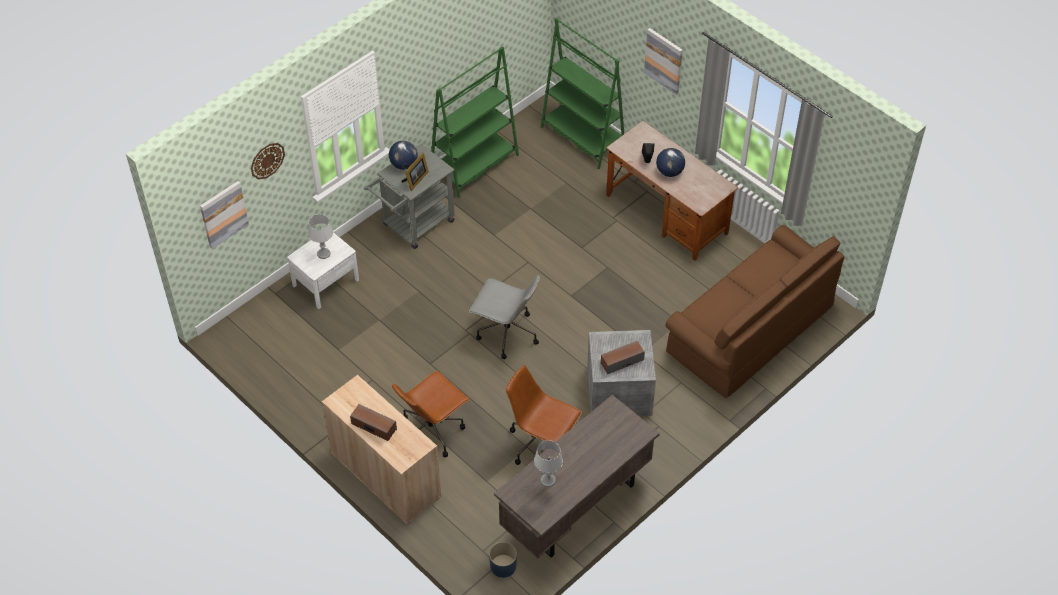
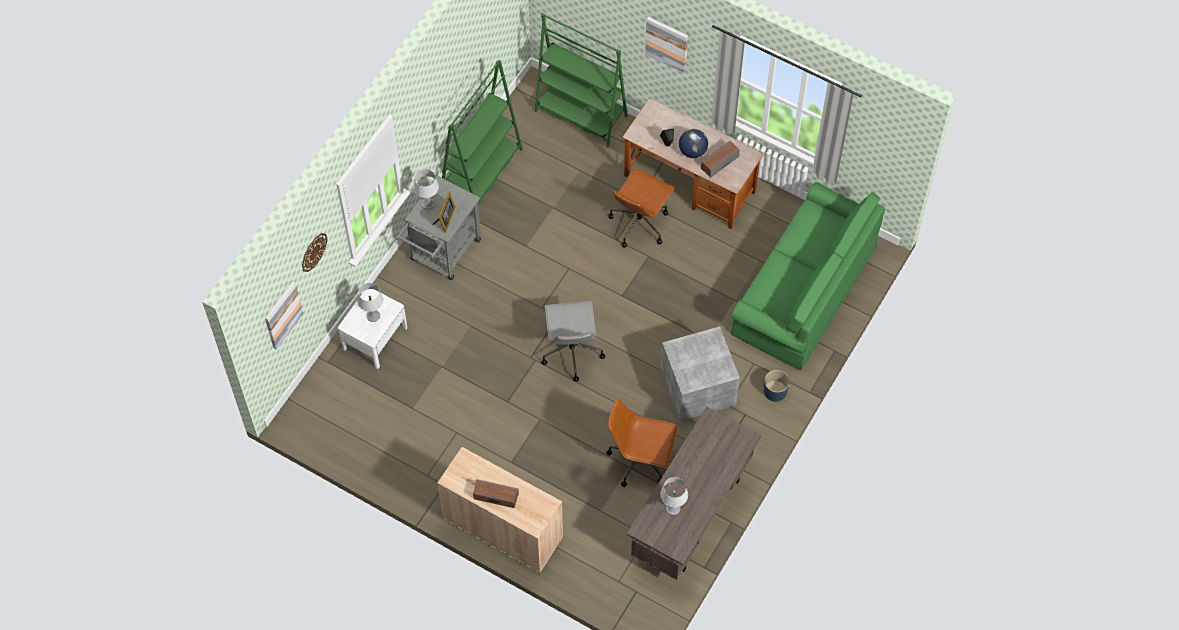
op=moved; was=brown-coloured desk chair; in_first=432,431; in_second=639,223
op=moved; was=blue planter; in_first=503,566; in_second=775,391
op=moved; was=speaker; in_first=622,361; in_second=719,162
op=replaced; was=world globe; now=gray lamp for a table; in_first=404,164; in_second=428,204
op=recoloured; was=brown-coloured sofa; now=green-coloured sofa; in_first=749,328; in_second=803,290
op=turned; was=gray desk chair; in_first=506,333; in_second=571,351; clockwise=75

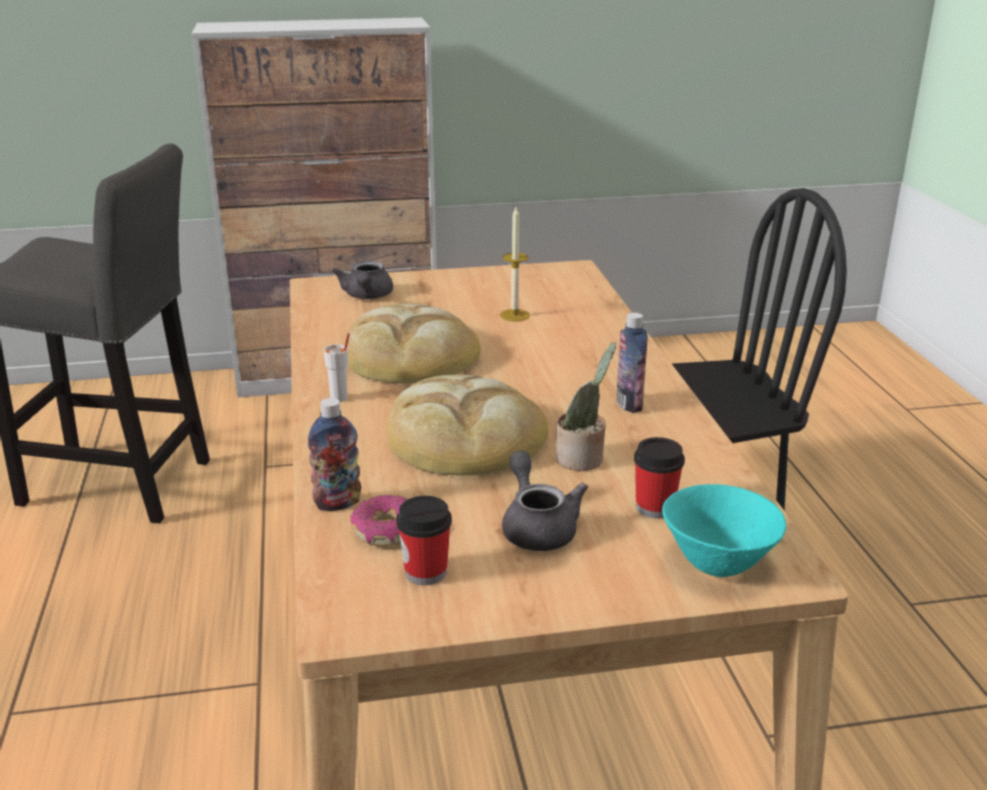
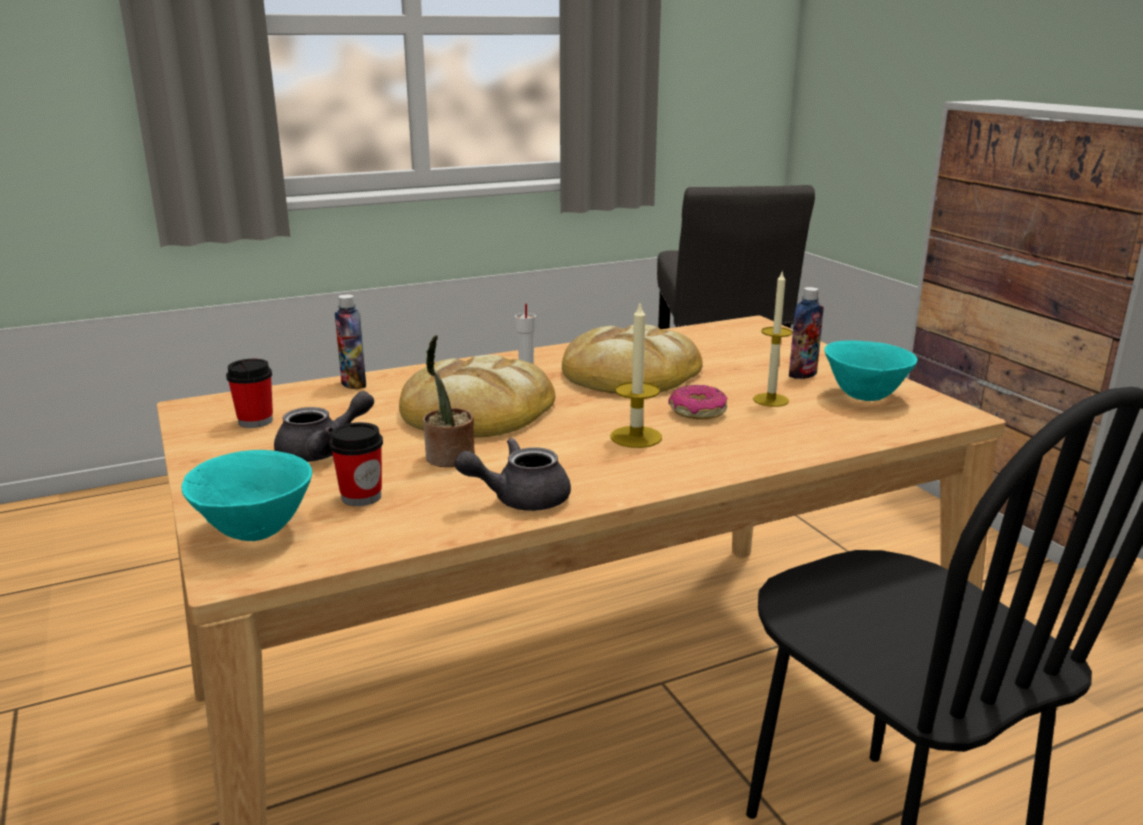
op=added; now=candle; in_second=636,437
op=added; now=turquoise-coloured serving bowl; in_second=865,396
op=moved; was=gray teapot; in_first=367,296; in_second=519,499
op=moved; was=ring doughnut; in_first=386,532; in_second=697,412
op=moved; was=bottle; in_first=629,404; in_second=802,374

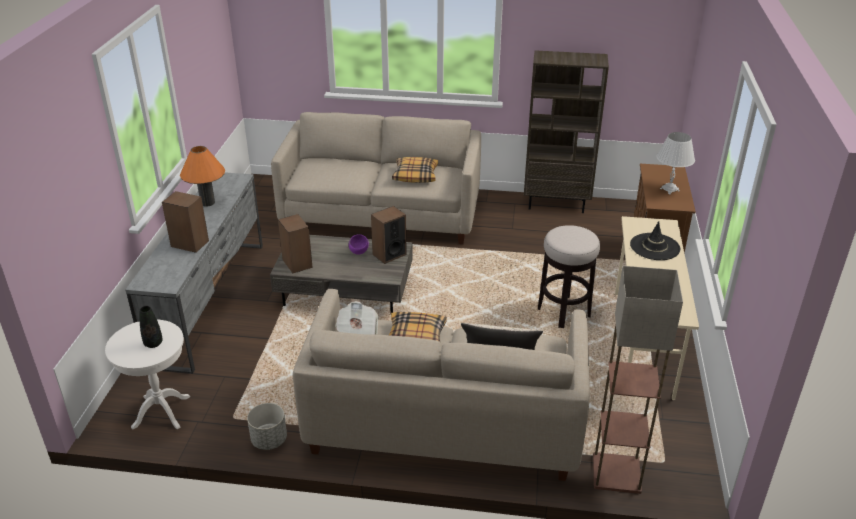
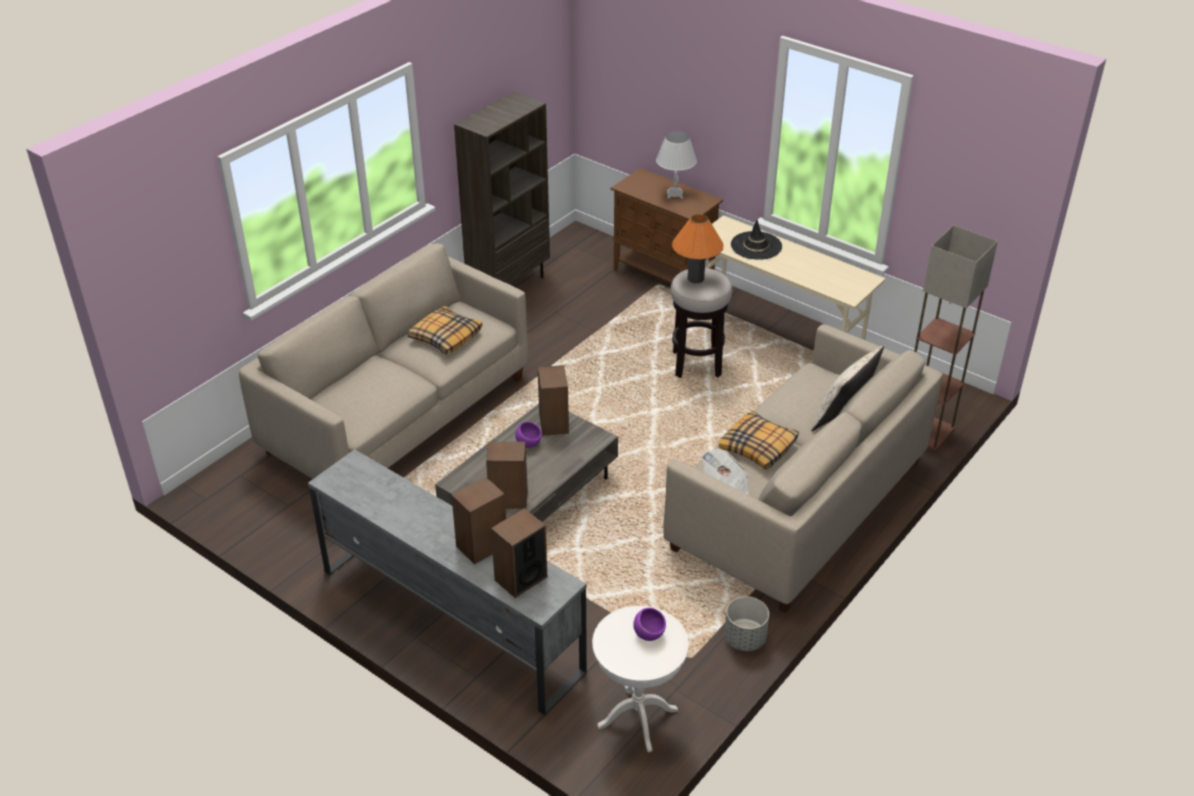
op=added; now=speaker; in_second=520,578
op=moved; was=orange-coloured lamp for a table; in_first=207,202; in_second=695,278
op=replaced; was=black flower vase; now=purple-coloured serving bowl; in_first=153,343; in_second=649,634

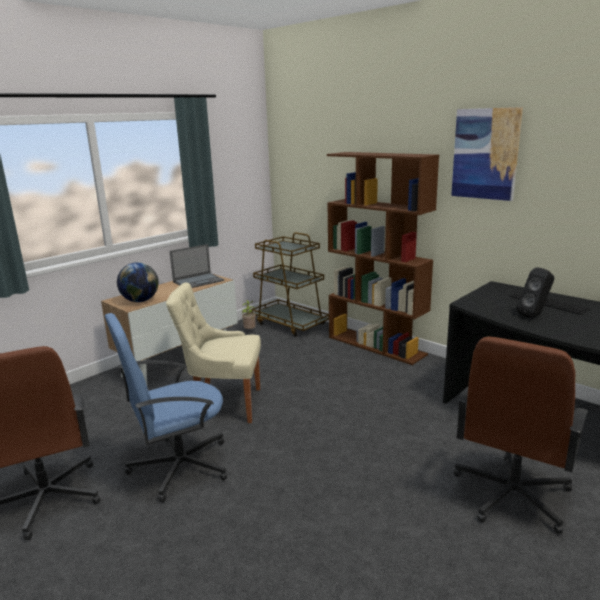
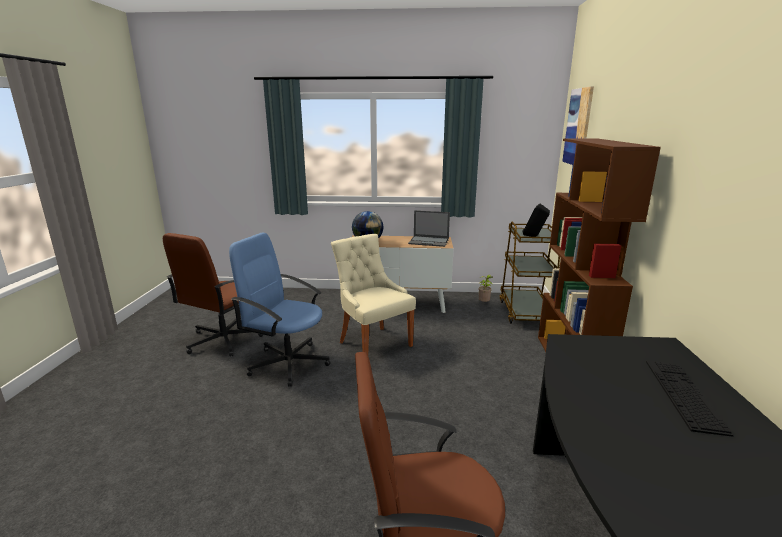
op=moved; was=picture; in_first=485,154; in_second=578,127
op=moved; was=black speaker; in_first=534,315; in_second=534,236

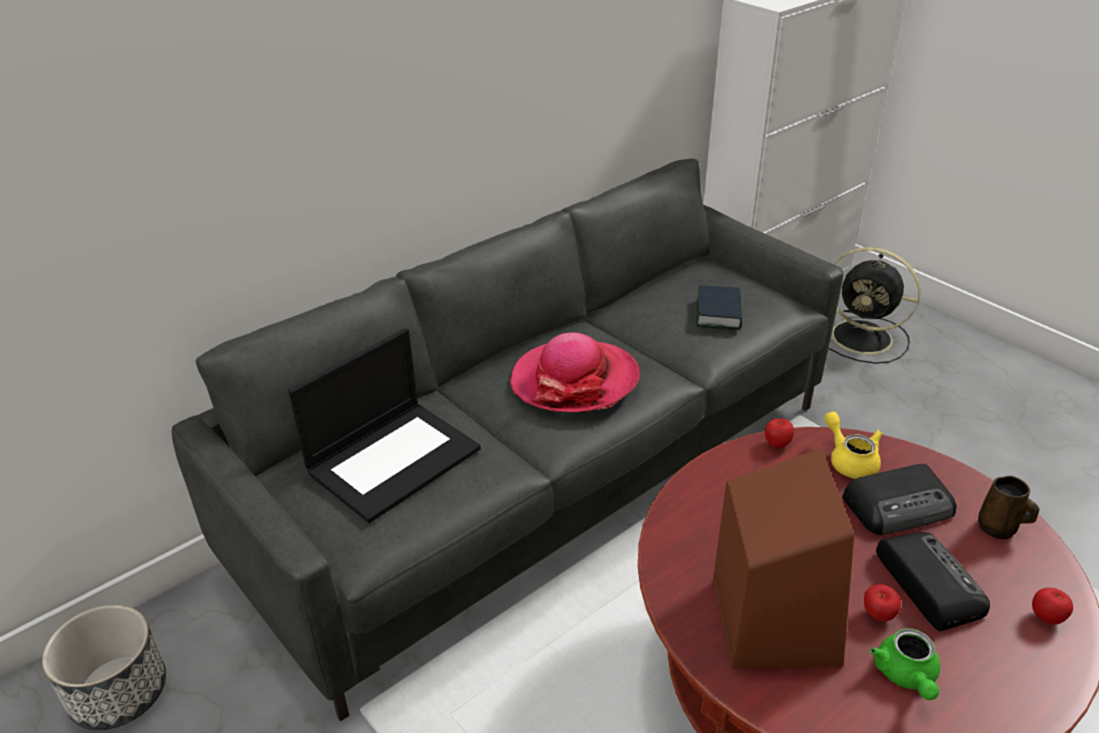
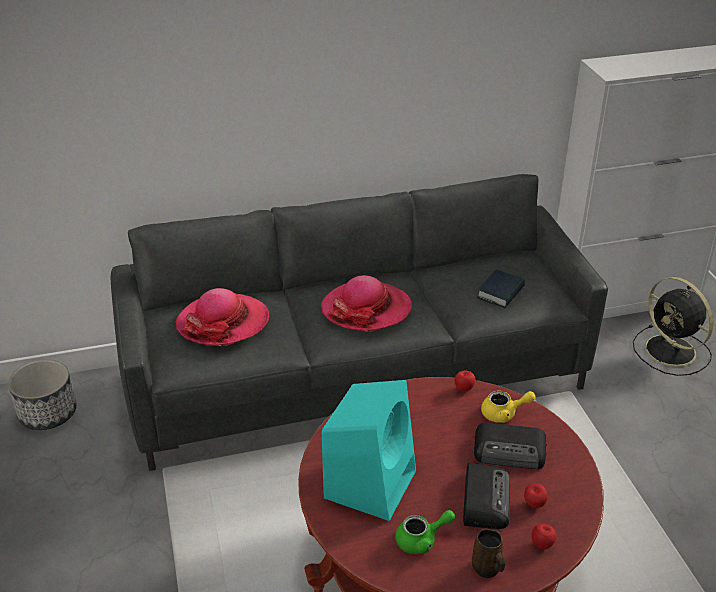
op=moved; was=whole apple; in_first=877,616; in_second=534,504
op=moved; was=brown-coloured mug; in_first=998,529; in_second=487,569
op=replaced; was=portable computer; now=wearable hat; in_first=394,458; in_second=223,323
op=recoloured; was=brown-coloured speaker; now=turquoise-coloured speaker; in_first=772,618; in_second=370,482
op=turned; was=yellow teapot; in_first=850,460; in_second=504,414; clockwise=90
op=turned; was=green-coloured teapot; in_first=906,676; in_second=421,540; clockwise=-135

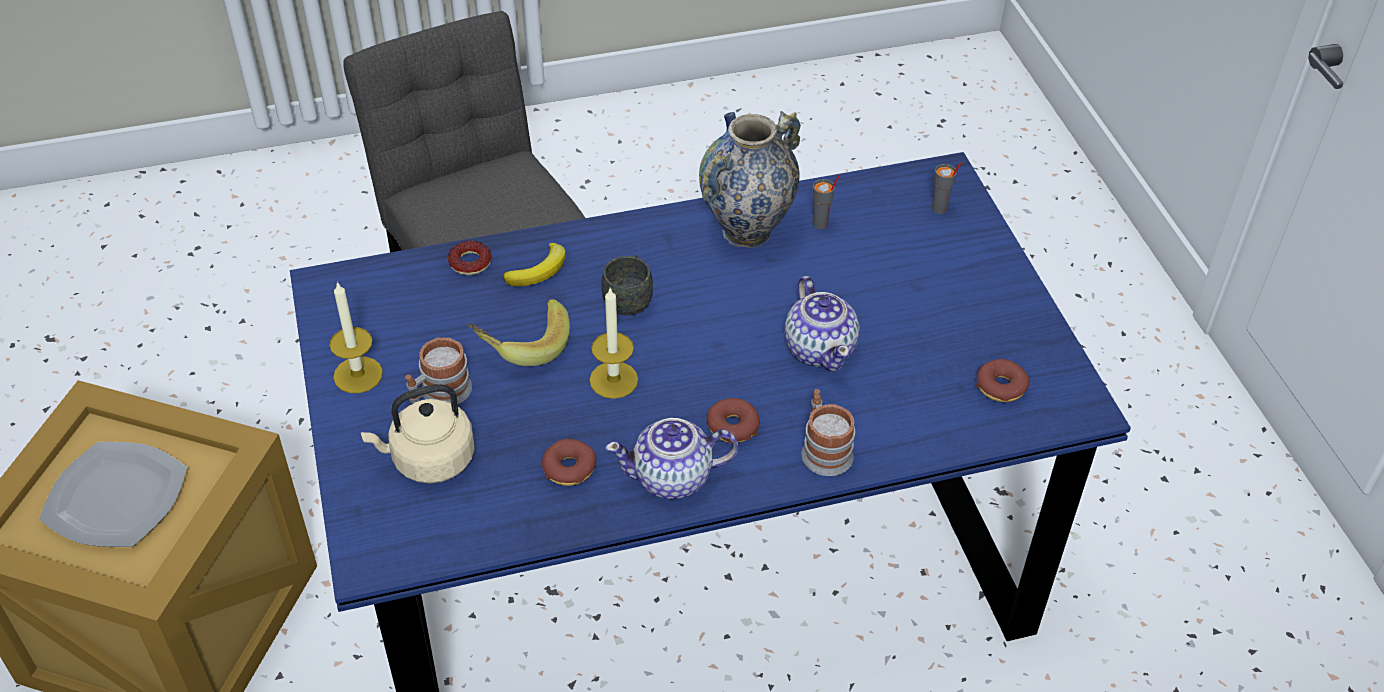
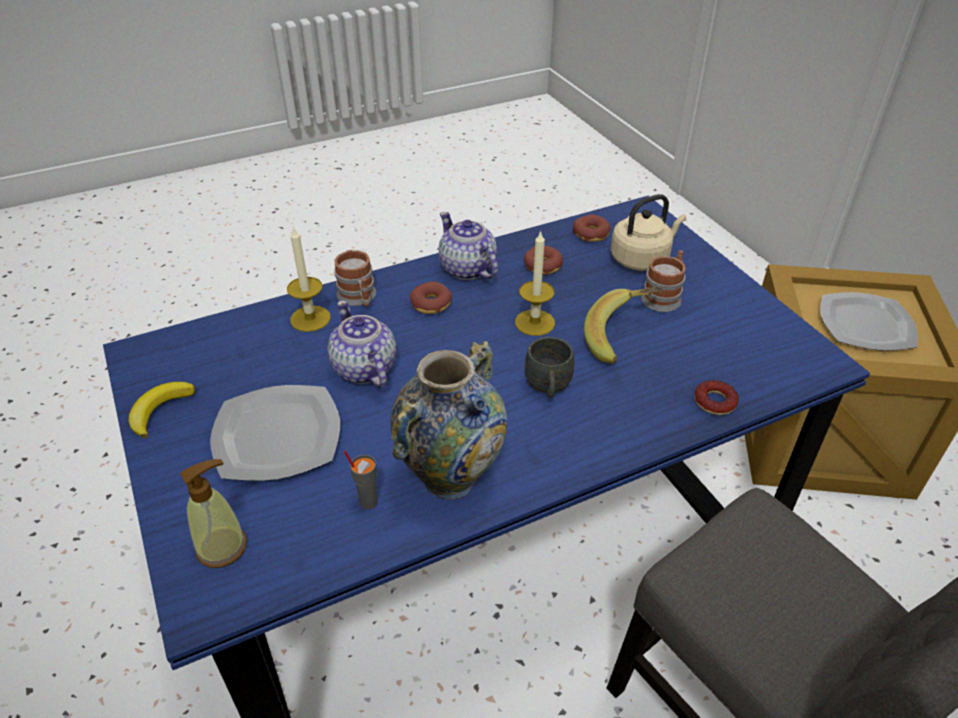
op=added; now=flat dish; in_second=278,434
op=moved; was=candle; in_first=358,375; in_second=310,318
op=moved; was=banana; in_first=539,270; in_second=160,410
op=moved; was=ring doughnut; in_first=1000,387; in_second=591,234
op=replaced; was=gray drinking cup; now=soap dispenser; in_first=939,209; in_second=222,547
op=turned; was=teapot; in_first=673,478; in_second=467,269; clockwise=-105

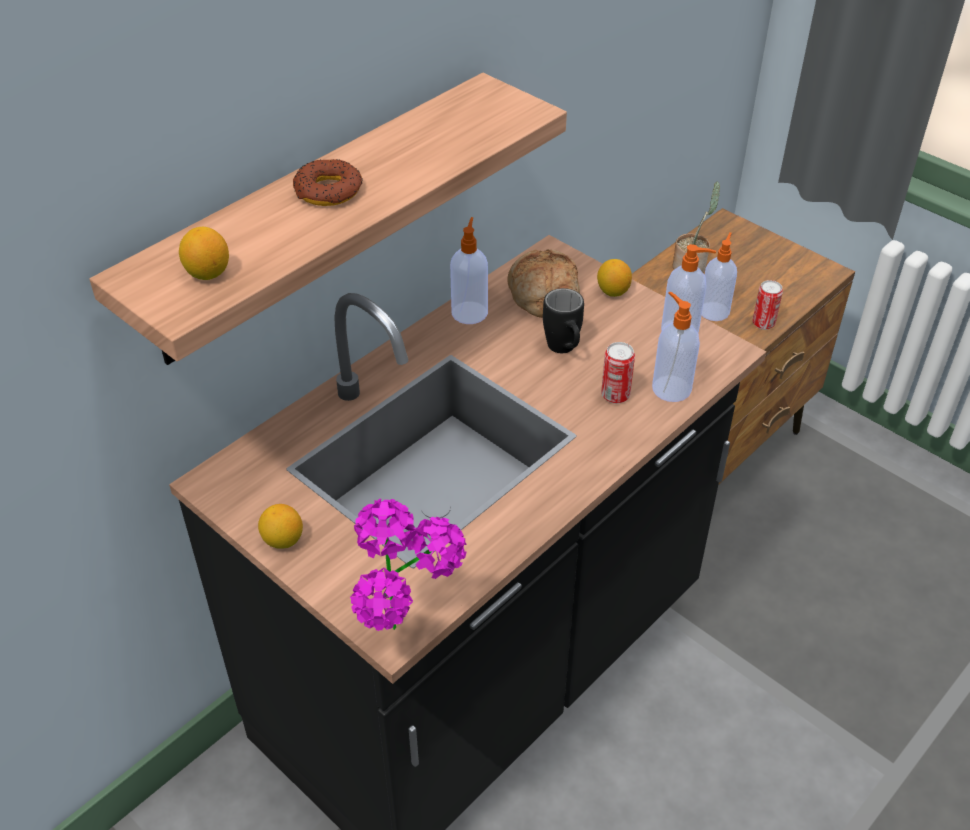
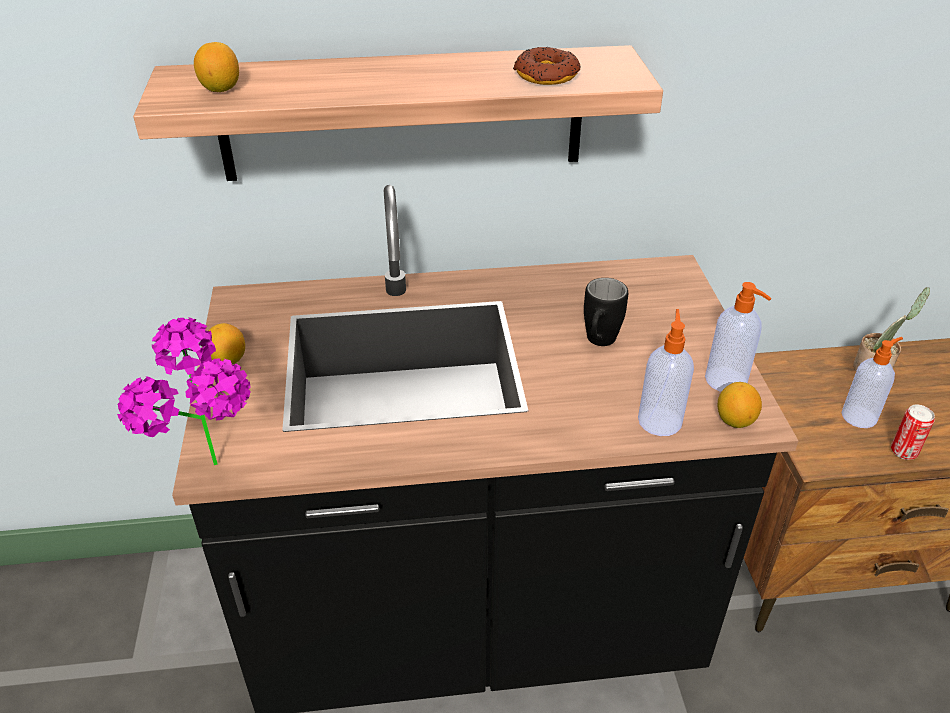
op=removed; was=soap dispenser; in_first=469,312
op=removed; was=bakery bread; in_first=542,295
op=removed; was=can; in_first=615,395
op=moved; was=ring doughnut; in_first=328,191; in_second=546,75
op=moved; was=lemon; in_first=612,292; in_second=734,420

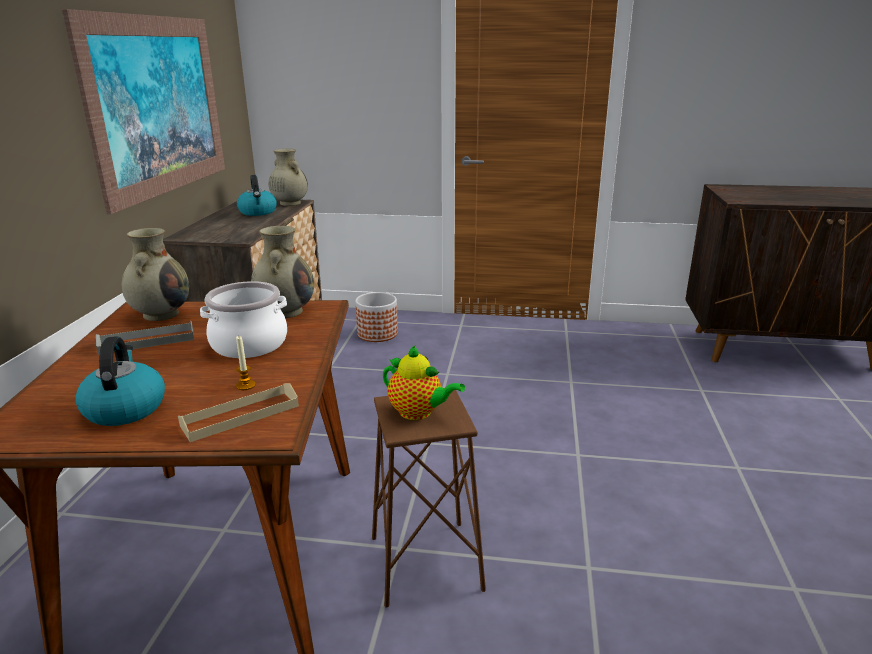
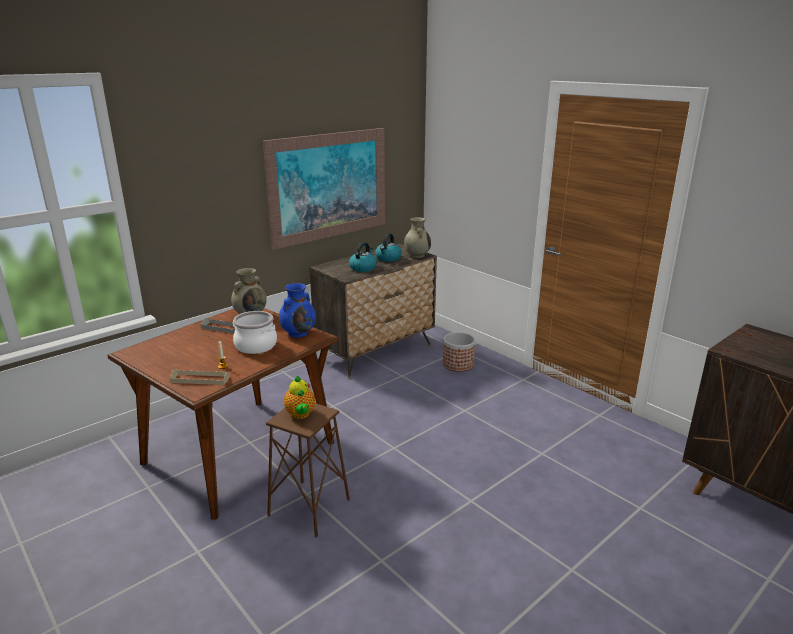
op=moved; was=kettle; in_first=125,408; in_second=363,268
op=recoloured; was=beige-coloured flower vase; now=blue flower vase; in_first=286,311; in_second=298,333

